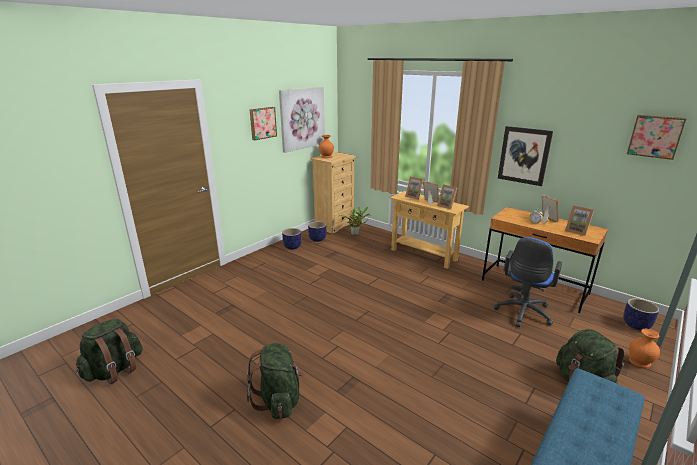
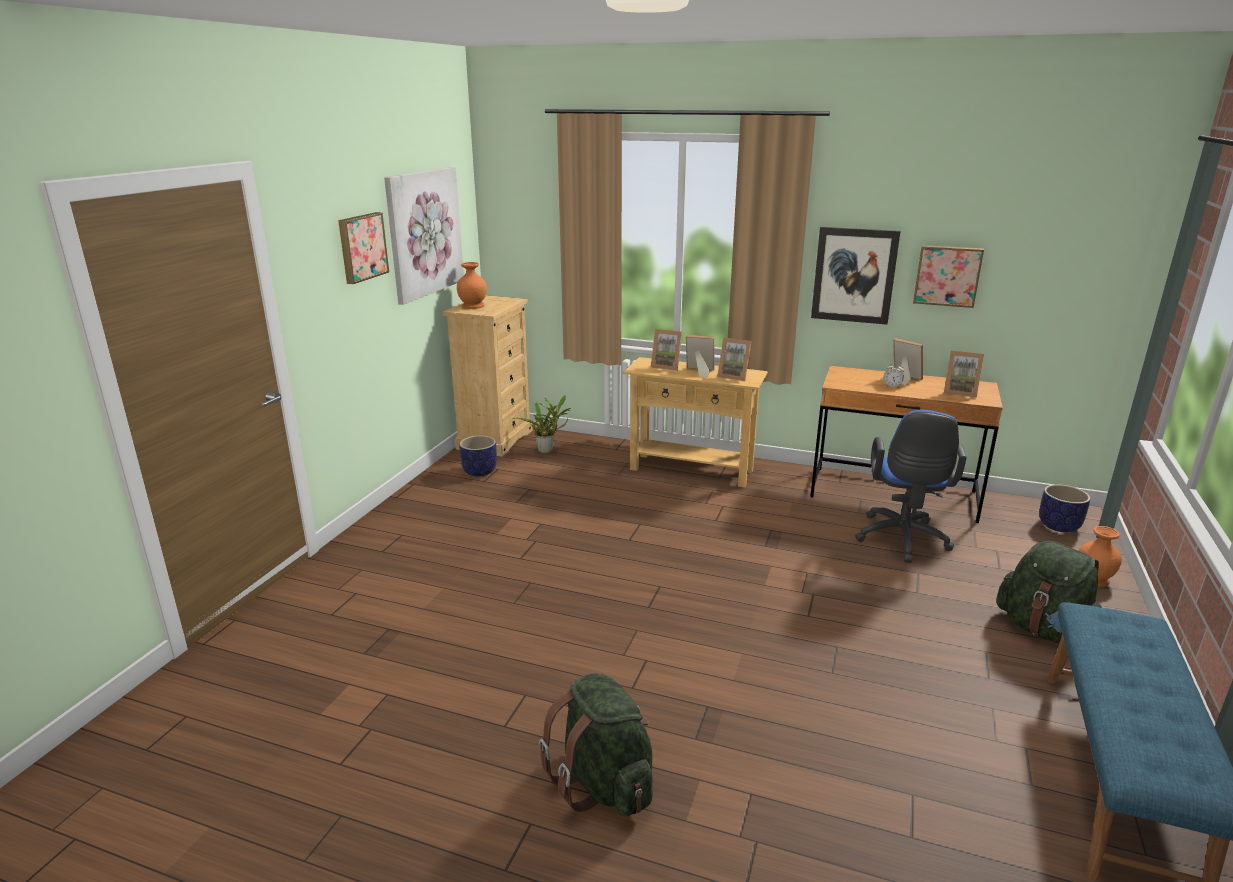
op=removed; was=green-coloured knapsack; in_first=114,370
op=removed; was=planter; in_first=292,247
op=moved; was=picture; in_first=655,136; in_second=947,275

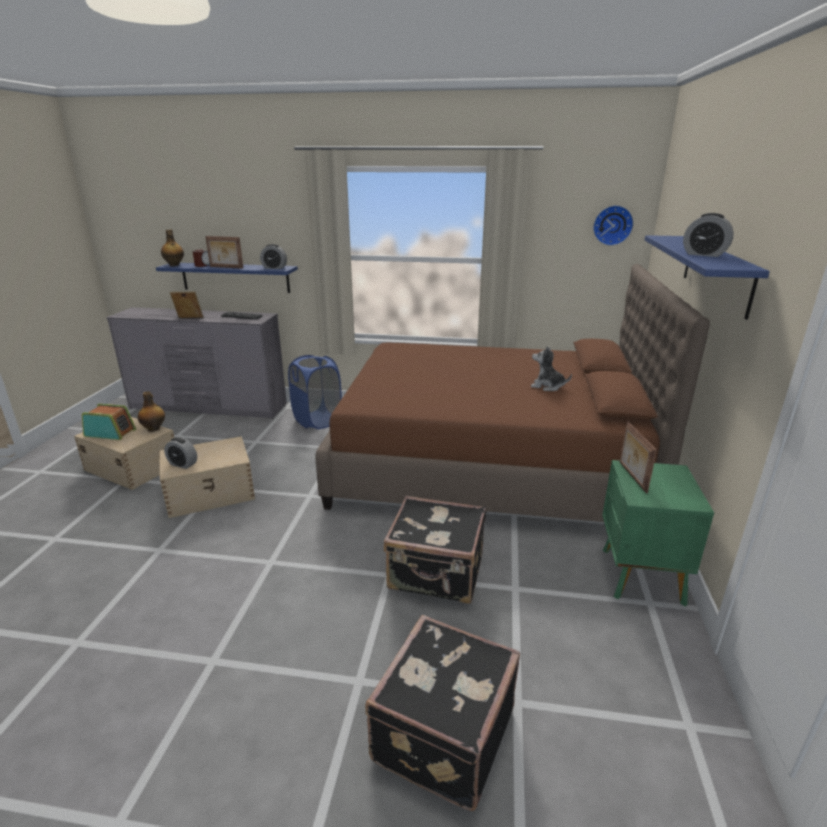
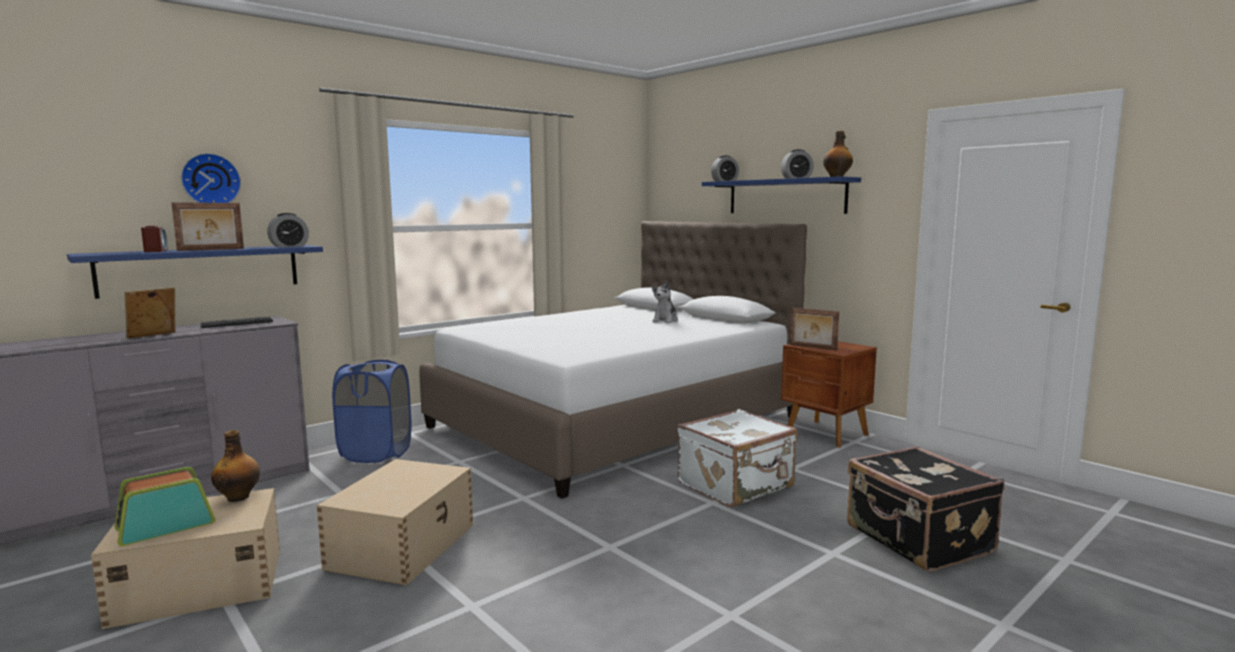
op=moved; was=bottle; in_first=174,265; in_second=837,177
op=moved; was=bedside clock; in_first=183,464; in_second=724,181
op=moved; was=wall clock; in_first=612,225; in_second=210,180
op=recoloured; was=brown-coloured bed; now=white bed; in_first=488,462; in_second=615,422
op=recoloured; was=black travel case; now=white travel case; in_first=436,573; in_second=737,486
op=recoloured; was=green-coloured night table; now=brown-coloured night table; in_first=640,576; in_second=826,434
op=turned; was=cuddly toy; in_first=547,386; in_second=665,321; clockwise=-45

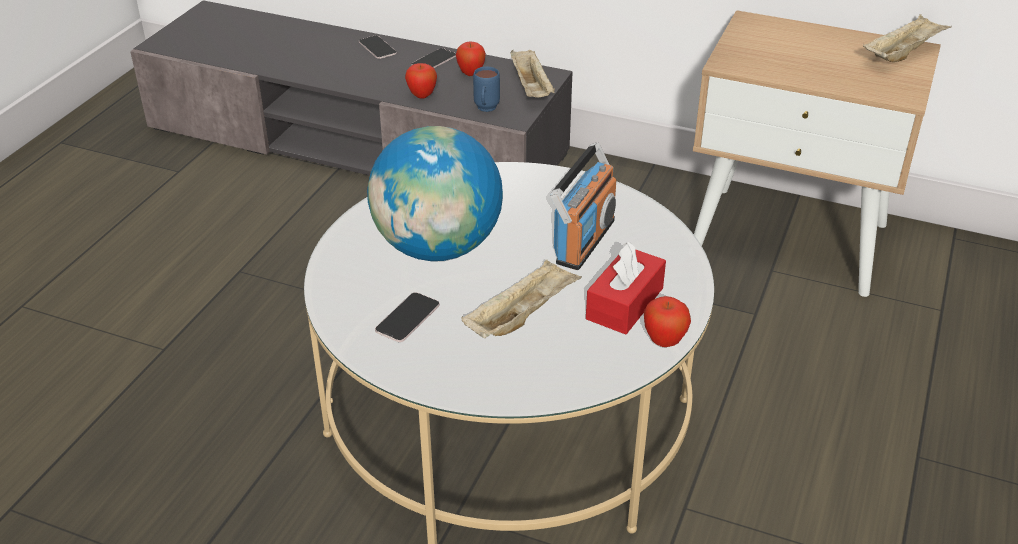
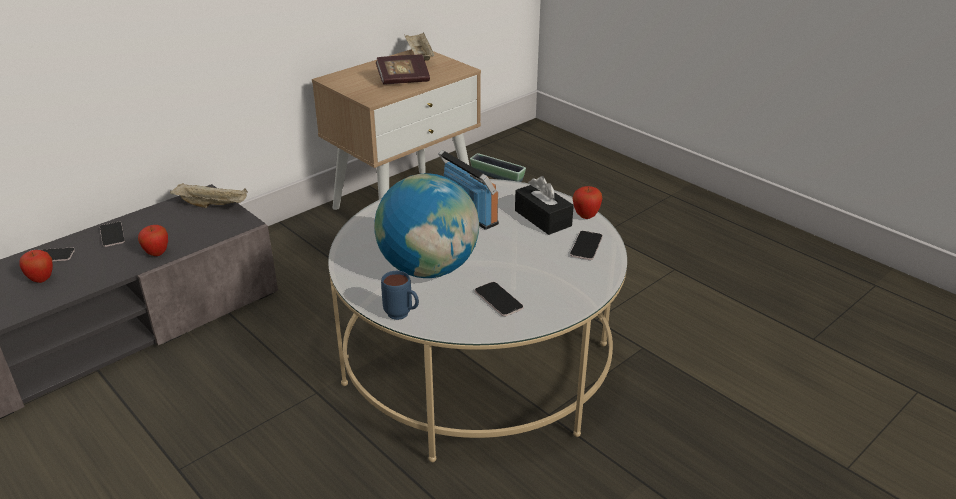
op=removed; was=beige-coloured carrying tray; in_first=521,316
op=added; now=bound book; in_second=403,80
op=added; now=planter; in_second=497,176
op=added; now=phone; in_second=586,246
op=moved; was=whole apple; in_first=471,73; in_second=41,279
op=moved; was=blue mug; in_first=485,110; in_second=402,316
op=recoloured; was=red box of tissues; now=black box of tissues; in_first=624,303; in_second=543,218

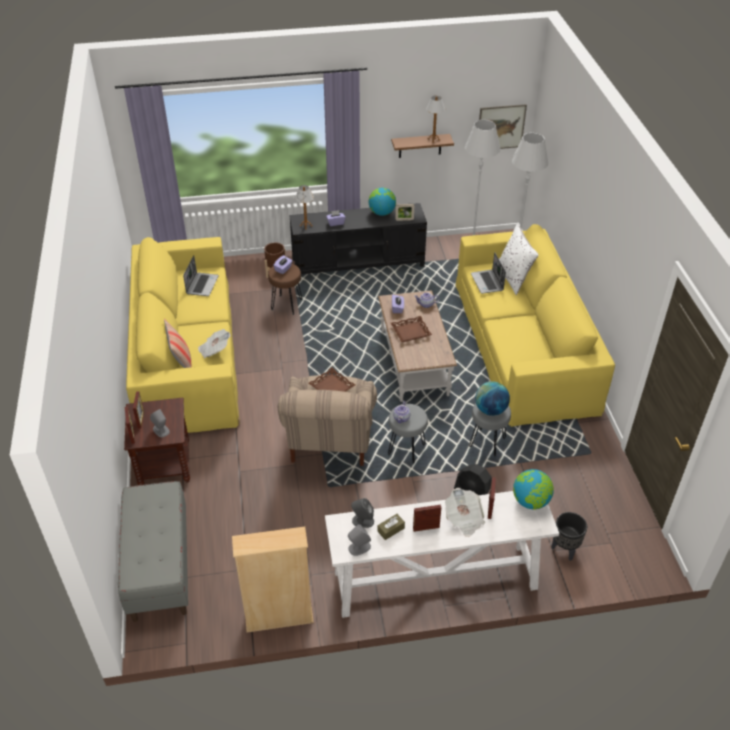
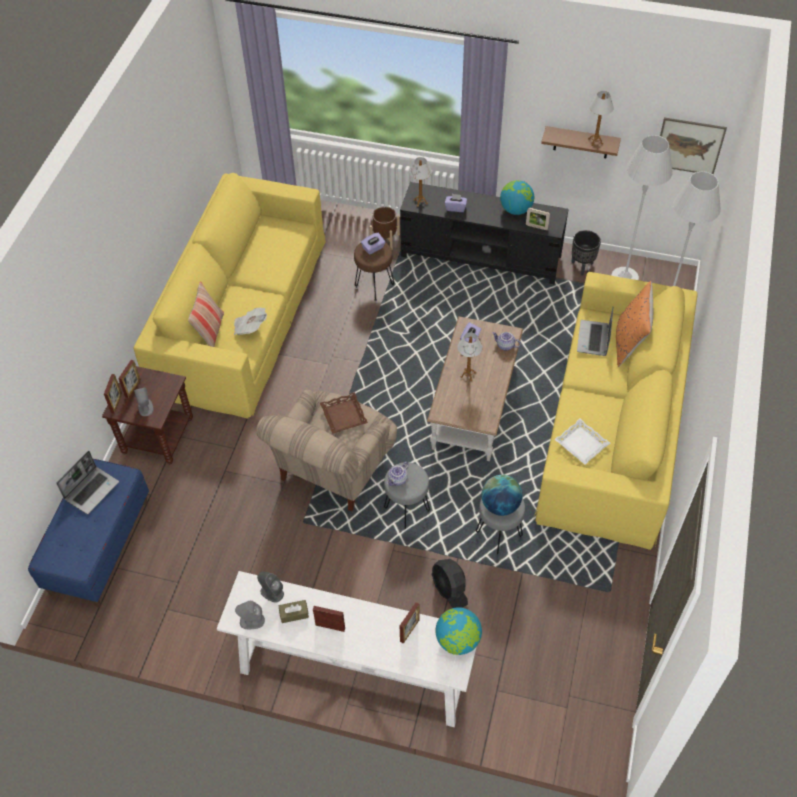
op=removed; was=beige-coloured shelving unit; in_first=279,618
op=removed; was=newspaper; in_first=464,519
op=added; now=white carrying tray; in_second=581,444
op=moved; was=portable computer; in_first=202,285; in_second=92,490
op=moved; was=black planter; in_first=564,549; in_second=581,266
op=replaced; was=brown-coloured carrying tray; now=lamp for a table; in_first=410,331; in_second=468,375
op=recoloured; was=gray long seat; now=blue long seat; in_first=159,566; in_second=99,546
op=recoloured; was=white cushion; now=orange-coloured cushion; in_first=514,277; in_second=629,342

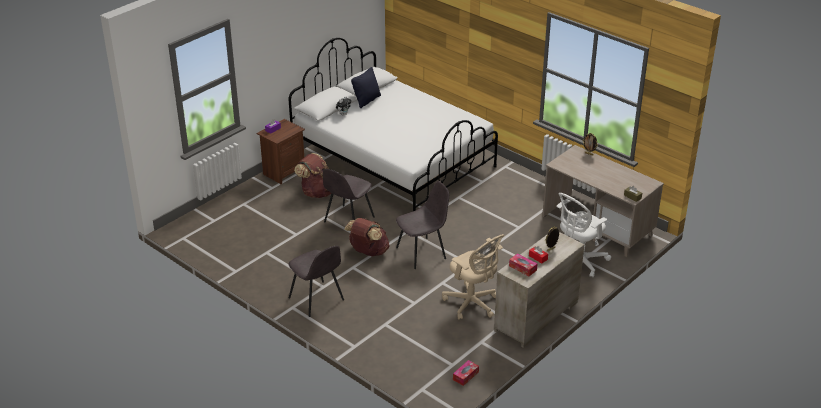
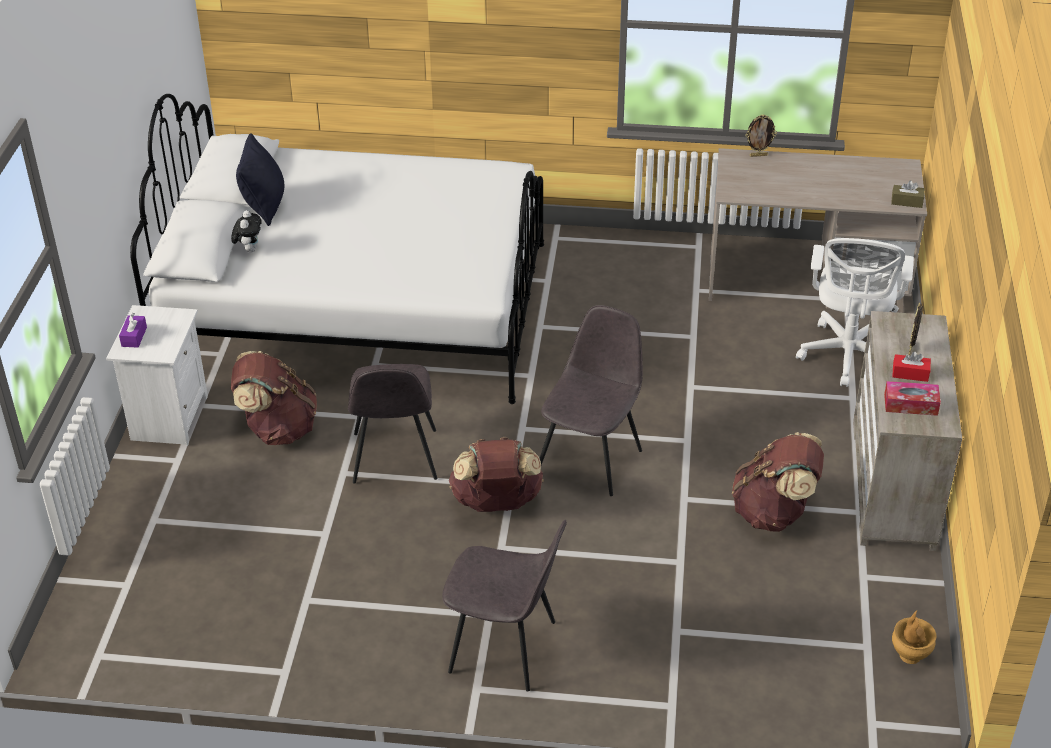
op=replaced; was=beige-coloured desk chair; now=brown-coloured knapsack; in_first=472,304; in_second=774,513
op=replaced; was=box of tissues; now=brown-coloured flower vase; in_first=465,376; in_second=909,655
op=recoloured; was=brown-coloured night table; now=white night table; in_first=283,172; in_second=168,418

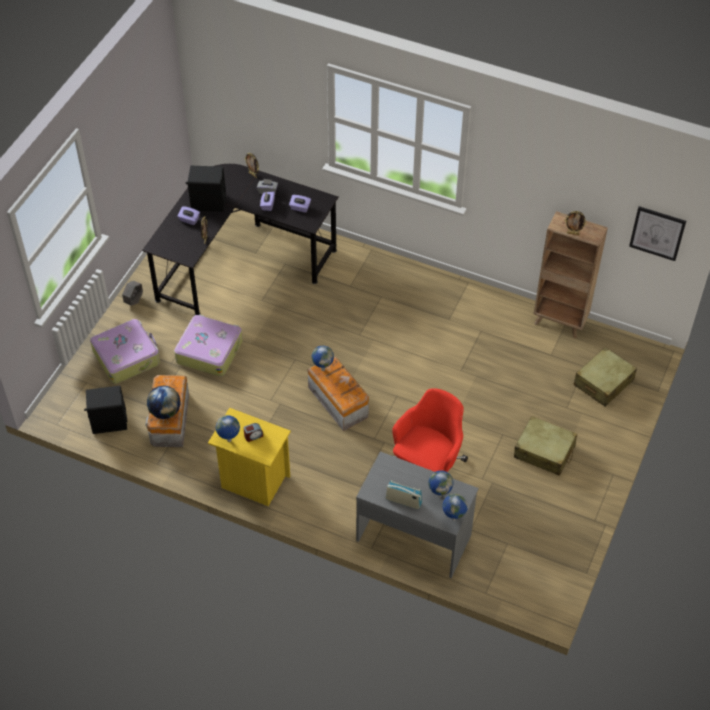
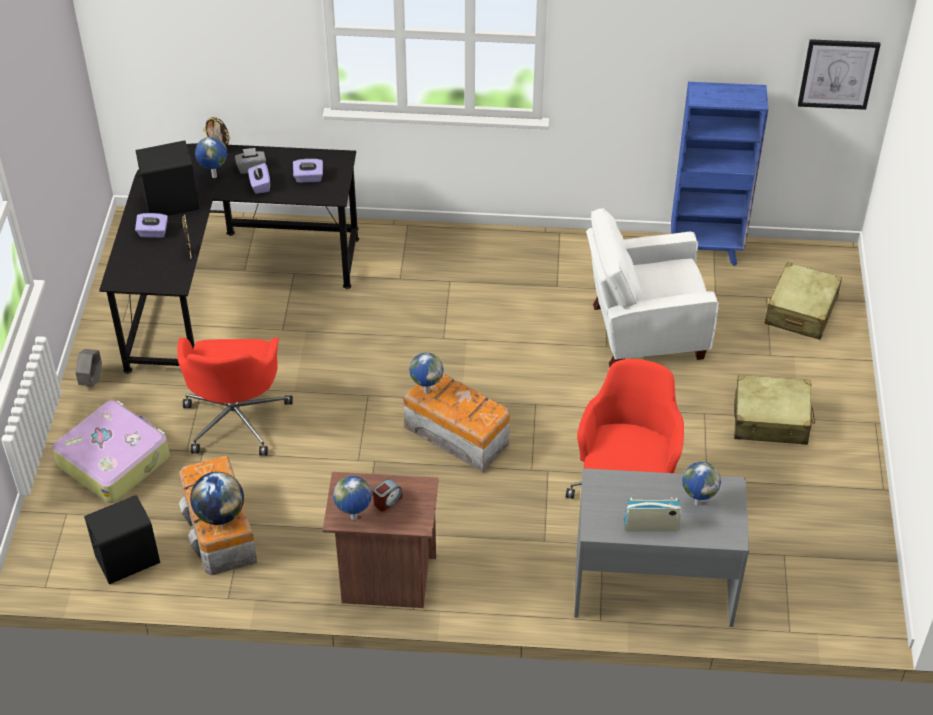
op=removed; was=photo frame; in_first=573,233
op=added; now=white easy chair; in_second=643,331
op=moved; was=world globe; in_first=453,519; in_second=213,176
op=replaced; was=travel case; now=red desk chair; in_first=209,351; in_second=236,418
op=recoloured; was=yellow night table; now=brown-coloured night table; in_first=253,481; in_second=384,580
op=recoloured; was=brown-coloured shelving unit; now=blue shelving unit; in_first=560,322; in_second=706,251

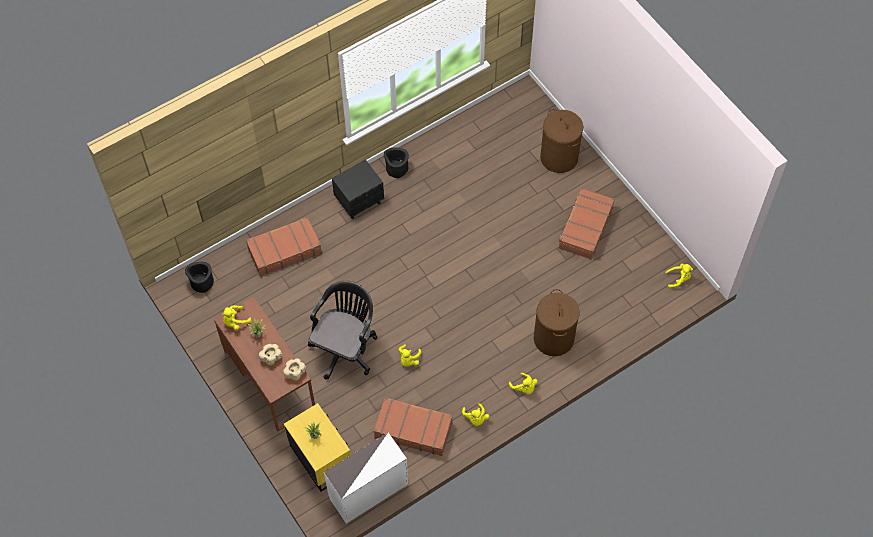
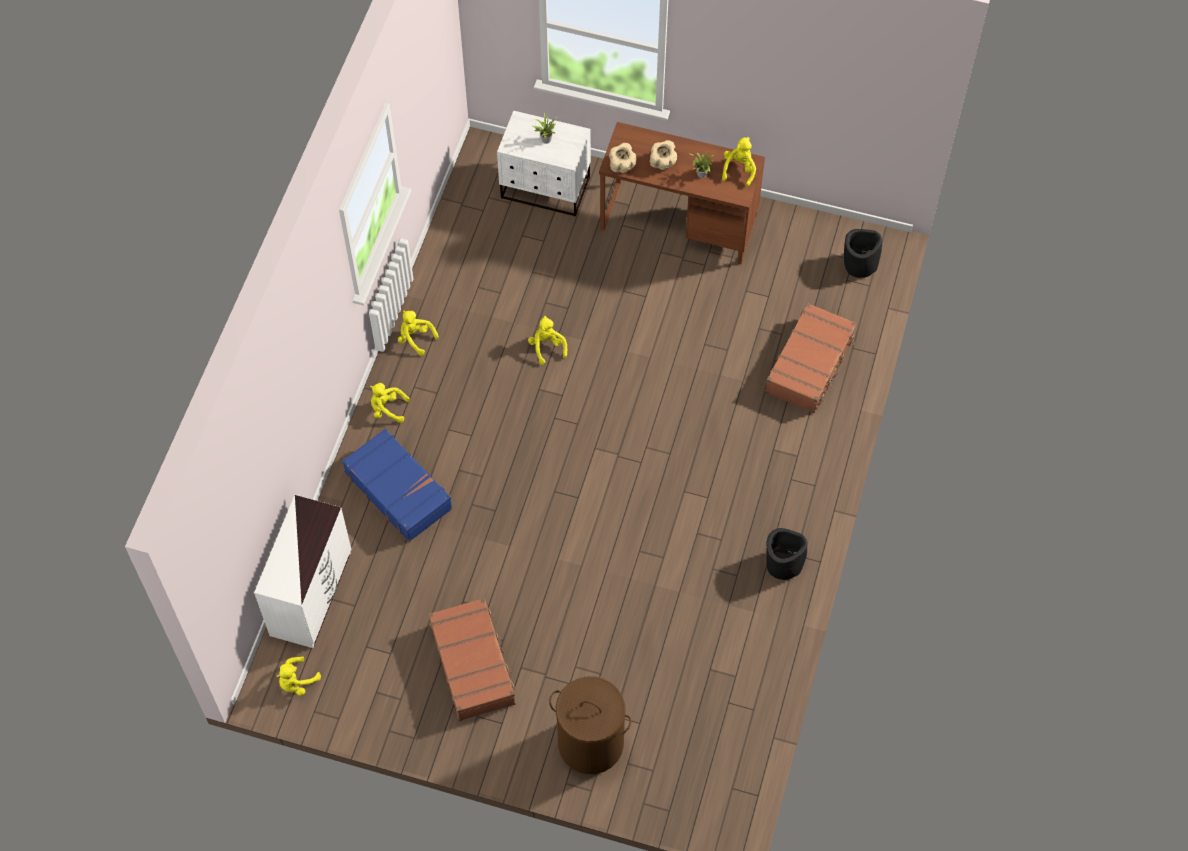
op=removed; was=black desk chair; in_first=345,347
op=removed; was=black night table; in_first=360,201
op=removed; was=brown-coloured travel case; in_first=413,429
op=moved; was=white dresser; in_first=367,490; in_second=312,593
op=replaced; was=brown-coloured washing basket; now=blue travel case; in_first=554,338; in_second=398,490
op=recoloured; was=yellow night table; now=white night table; in_first=321,458; in_second=545,189

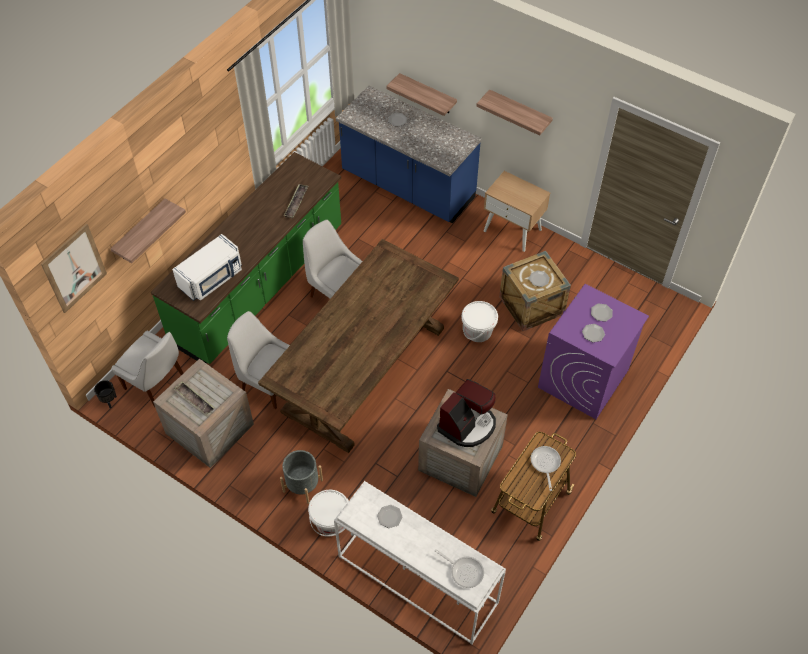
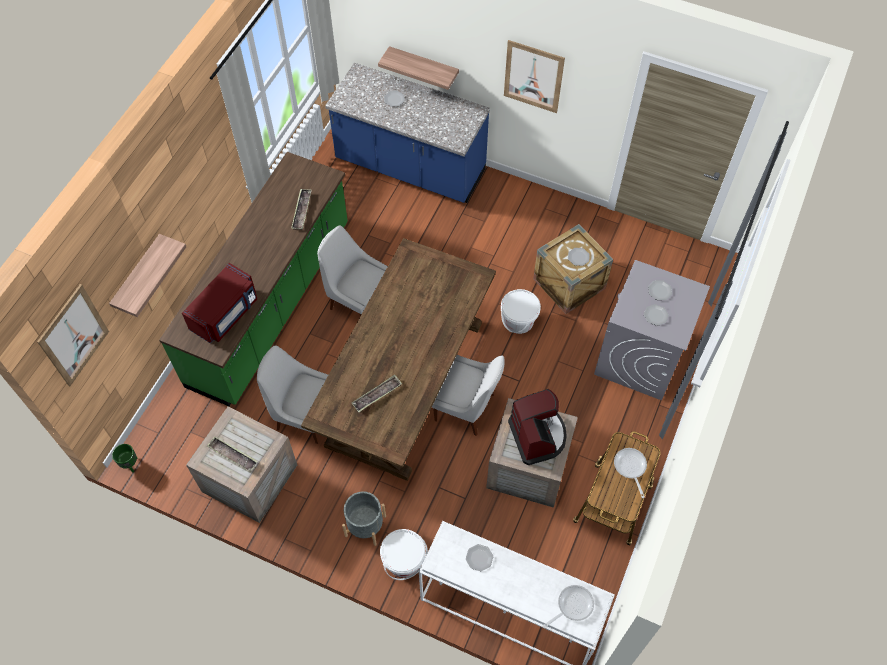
op=removed; was=beige-coloured night table; in_first=513,230
op=added; now=carrying tray; in_second=377,395
op=moved; was=white upright chair; in_first=156,383; in_second=467,408
op=replaced; was=wall shelf; now=picture; in_first=519,112; in_second=533,76
op=recoloured; was=black planter; now=green-coloured planter; in_first=109,401; in_second=130,464
op=recoloured; was=white microwave oven; now=red microwave oven; in_first=212,279; in_second=226,314
op=recoloured; was=purple-coloured laundry machine; now=gray laundry machine; in_first=583,379; in_second=639,358
op=turned; was=pan; in_first=464,571; in_second=572,606; clockwise=-60
op=turned; was=coffee maker; in_first=467,425; in_second=537,436; clockwise=-45

